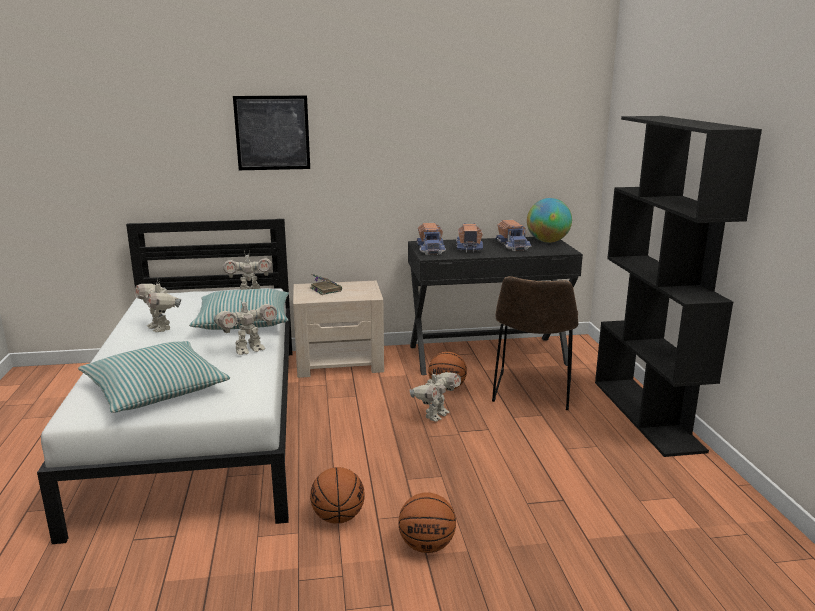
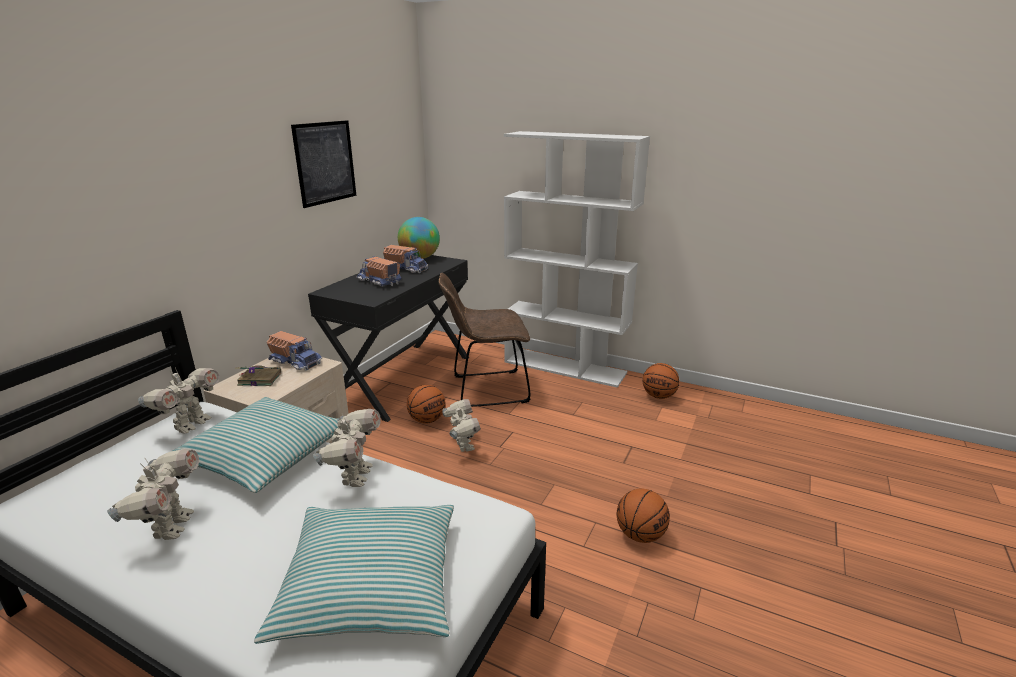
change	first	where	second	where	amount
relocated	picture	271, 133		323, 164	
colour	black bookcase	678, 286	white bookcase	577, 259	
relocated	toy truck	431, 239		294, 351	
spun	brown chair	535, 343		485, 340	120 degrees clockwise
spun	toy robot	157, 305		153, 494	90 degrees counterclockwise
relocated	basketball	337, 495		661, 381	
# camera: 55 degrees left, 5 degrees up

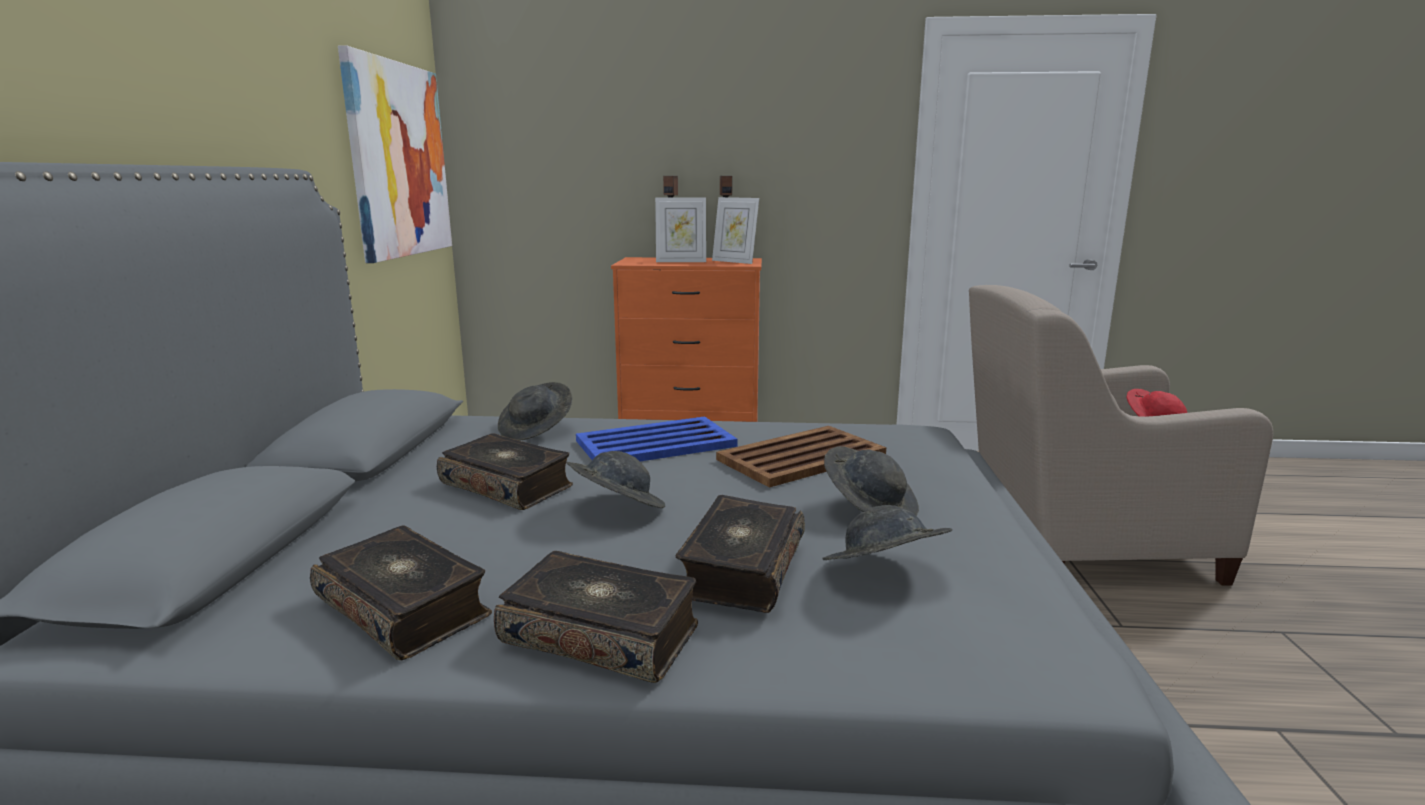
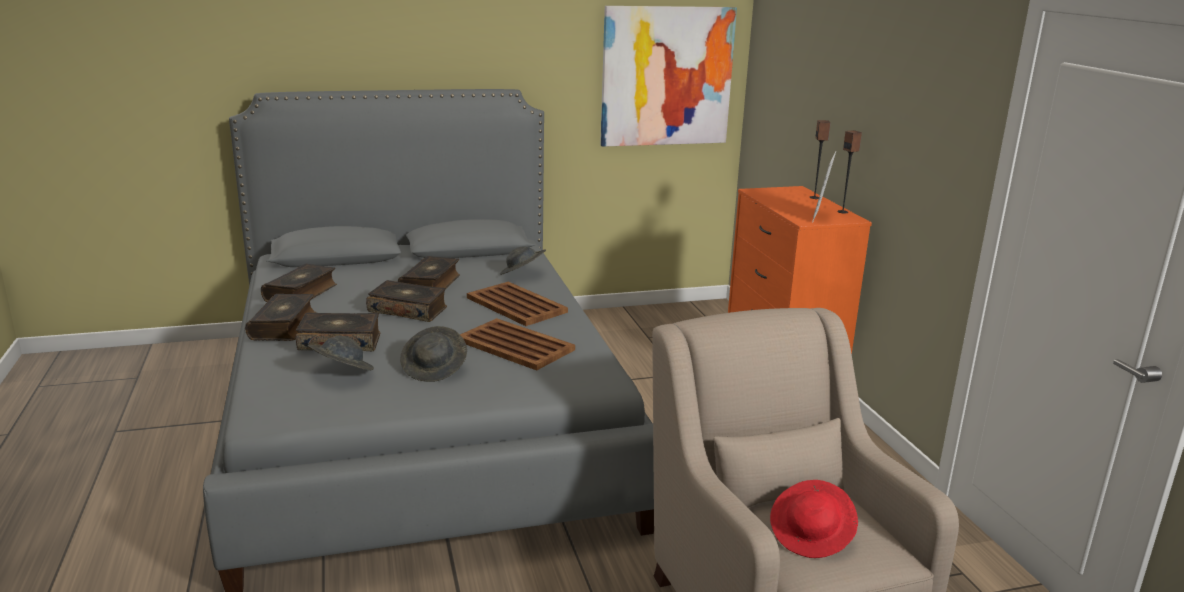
change	first	where	second	where	amount
missing	picture frame	680, 230			
colour	blue tray	657, 438	brown tray	517, 304	
exchanged	grey hat	616, 479	book	406, 301	
# camera: 70 degrees right, 5 degrees up

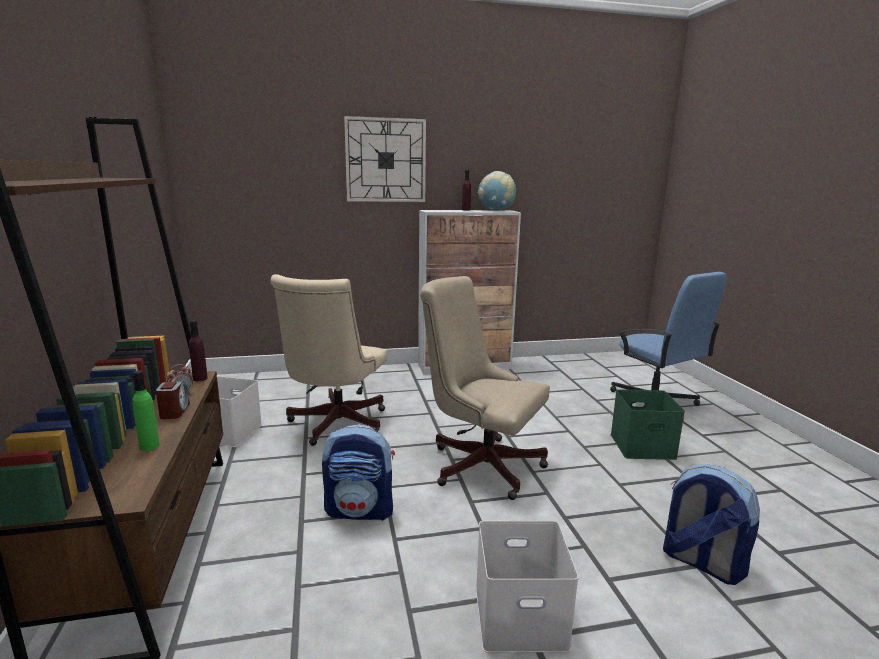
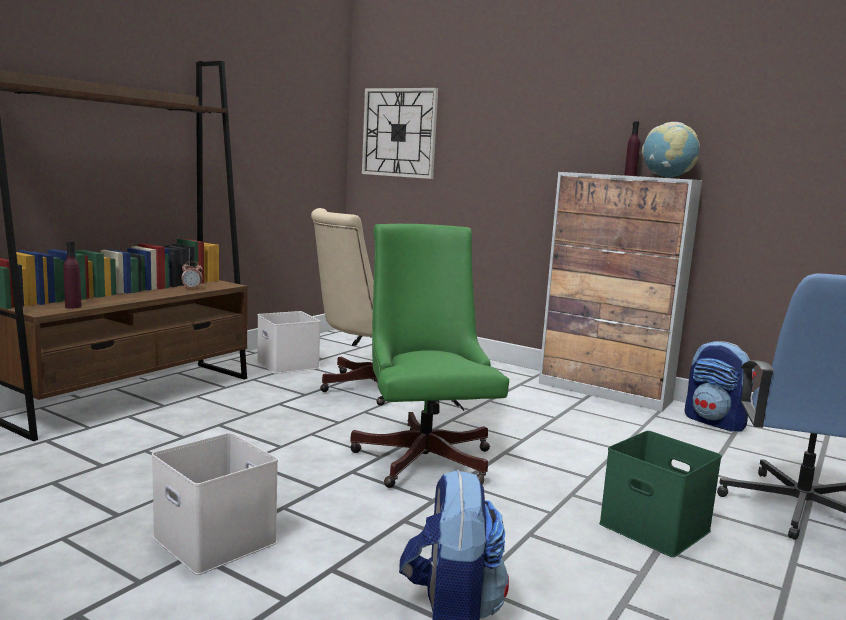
change	first	where	second	where	amount
relocated	wall clock	385, 159		400, 133	
colour	beige office chair	485, 388	green office chair	429, 356	
relocated	purple bottle	198, 350		72, 275	
missing	green bottle	146, 411			
missing	alarm clock	173, 400			
relocated	backpack	358, 472		720, 386	
# camera: 45 degrees right, 5 degrees down

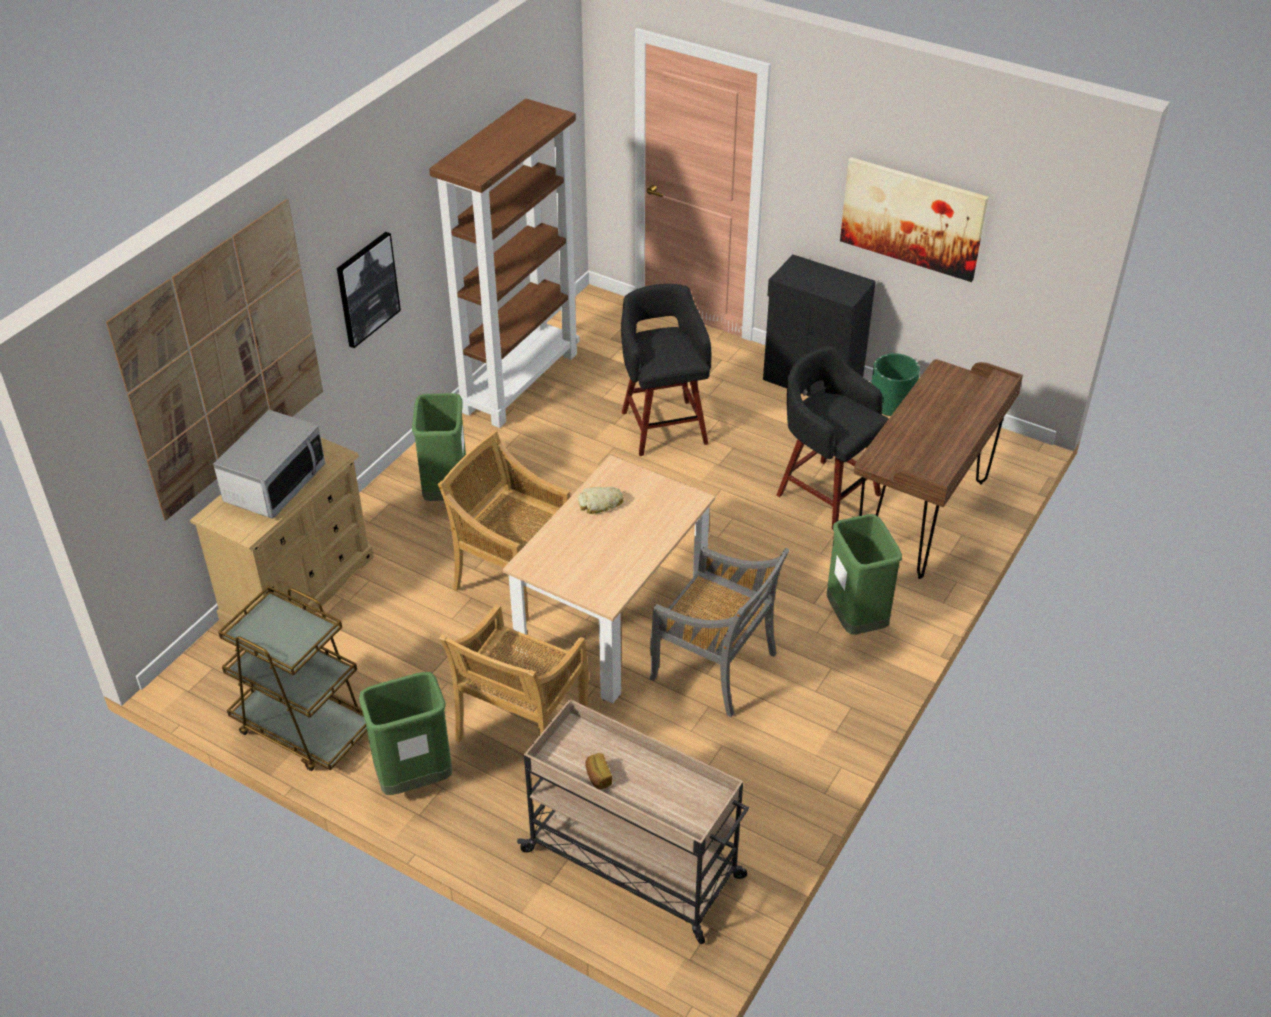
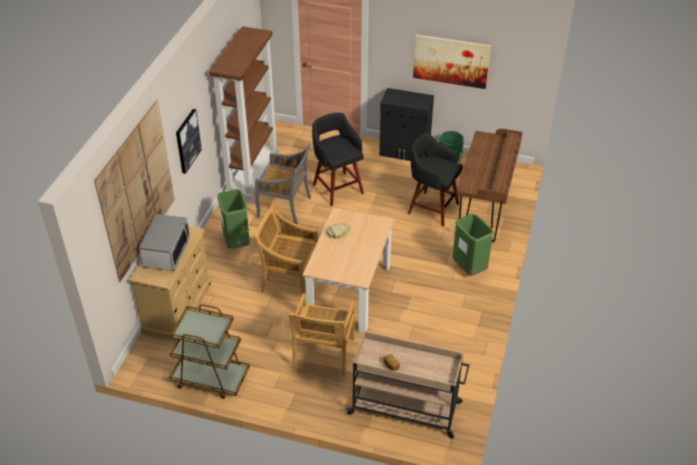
change	first	where	second	where	amount
relocated	grey chair	720, 632		283, 184	
missing	green trash can	405, 733			
# camera: 15 degrees left, 0 degrees up

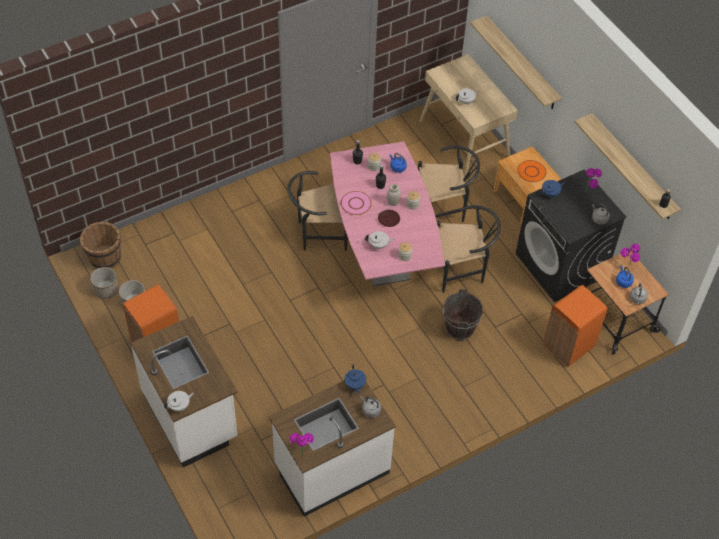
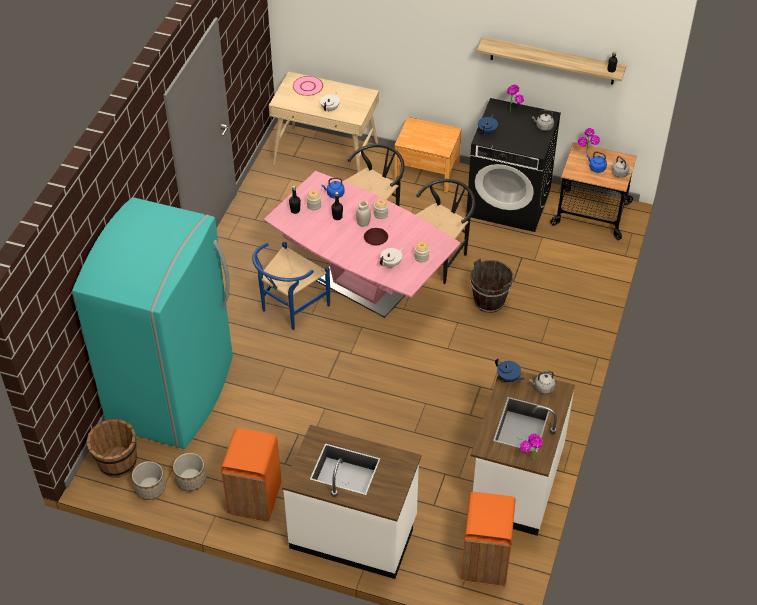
change	first	where	second	where	amount
missing	shelf	516, 62			
missing	orange plate	531, 171			
colour	black chair	317, 211	blue chair	291, 286	
relocated	pink plate	356, 203		308, 86	
relocated	orange trash can	575, 326		488, 539	
missing	white teapot	179, 401			
appeared			turquoise fridge	152, 323	
# camera: 40 degrees left, 5 degrees down

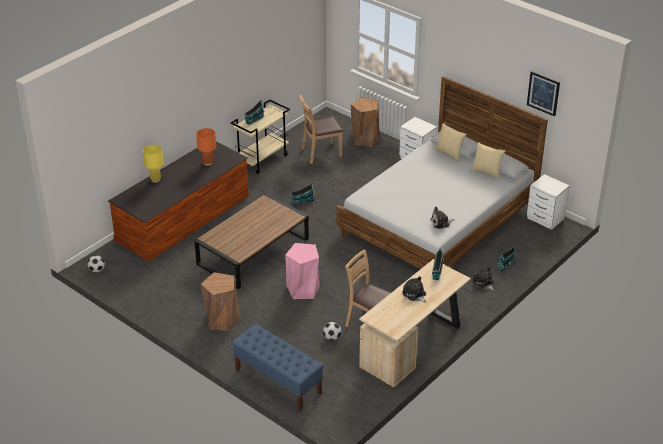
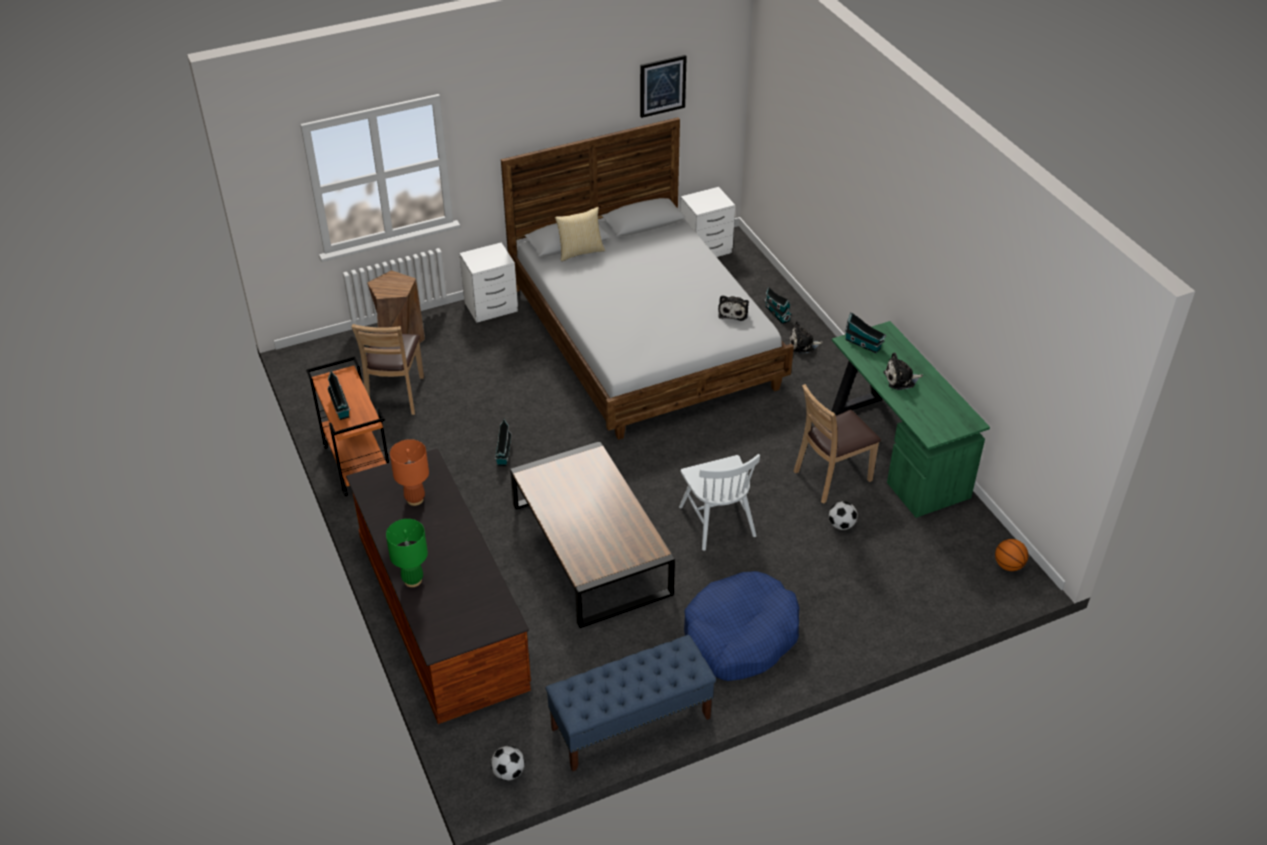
change	first	where	second	where	amount
colour	beige cart	260, 136	orange cart	347, 426	
missing	pillow	488, 160			
colour	yellow table lamp	153, 164	green table lamp	407, 553	
exchanged	pink stool	302, 271	white chair	719, 502	
colour	beige desk	415, 323	green desk	910, 419	
exchanged	brown stool	220, 301	blue dog bed	742, 626	
relocated	blue bench	278, 367		630, 703	
appeared			basketball	1011, 555	
# camera: 65 degrees left, 5 degrees up

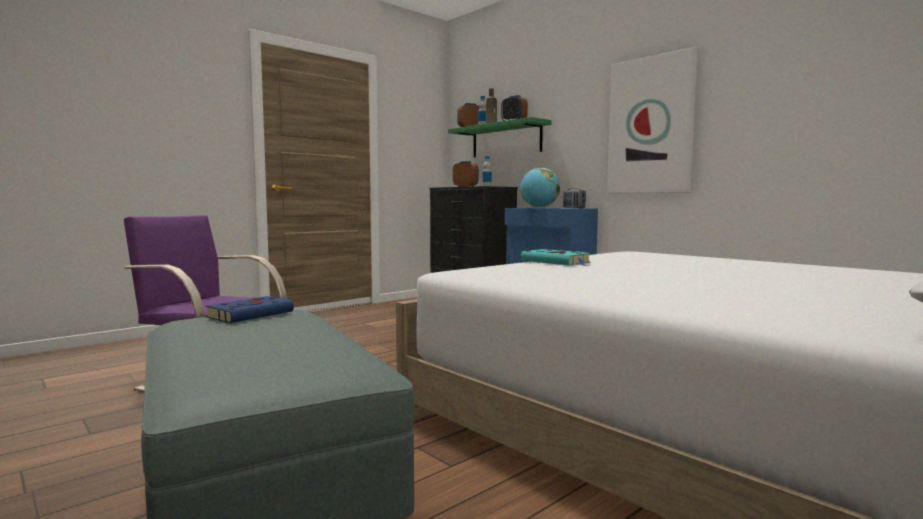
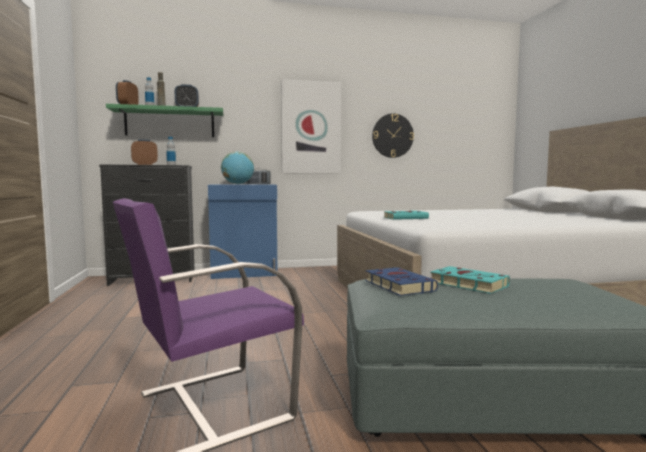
change	first	where	second	where	amount
appeared			wall clock	393, 135	
appeared			turquoise book	470, 280	
# camera: 60 degrees left, 0 degrees up

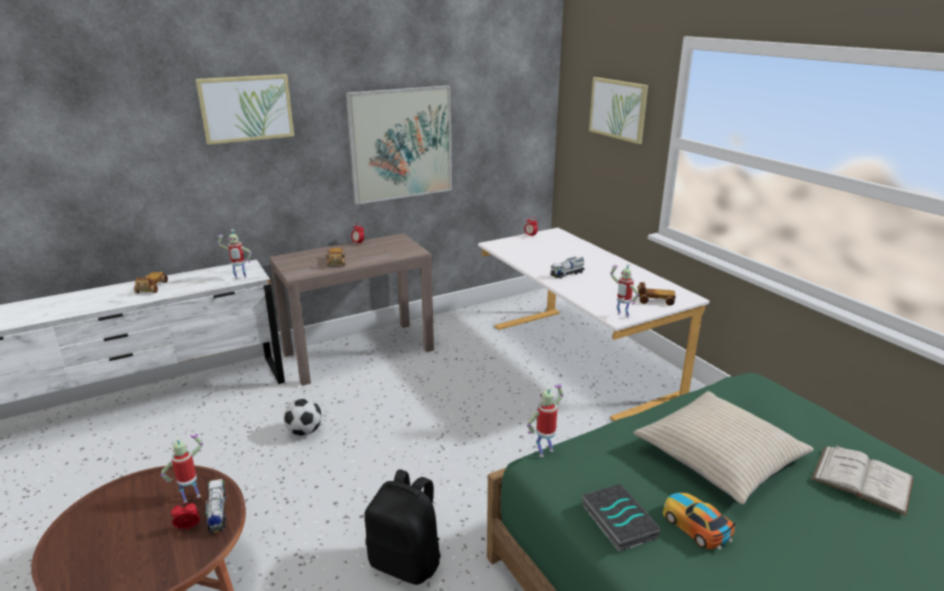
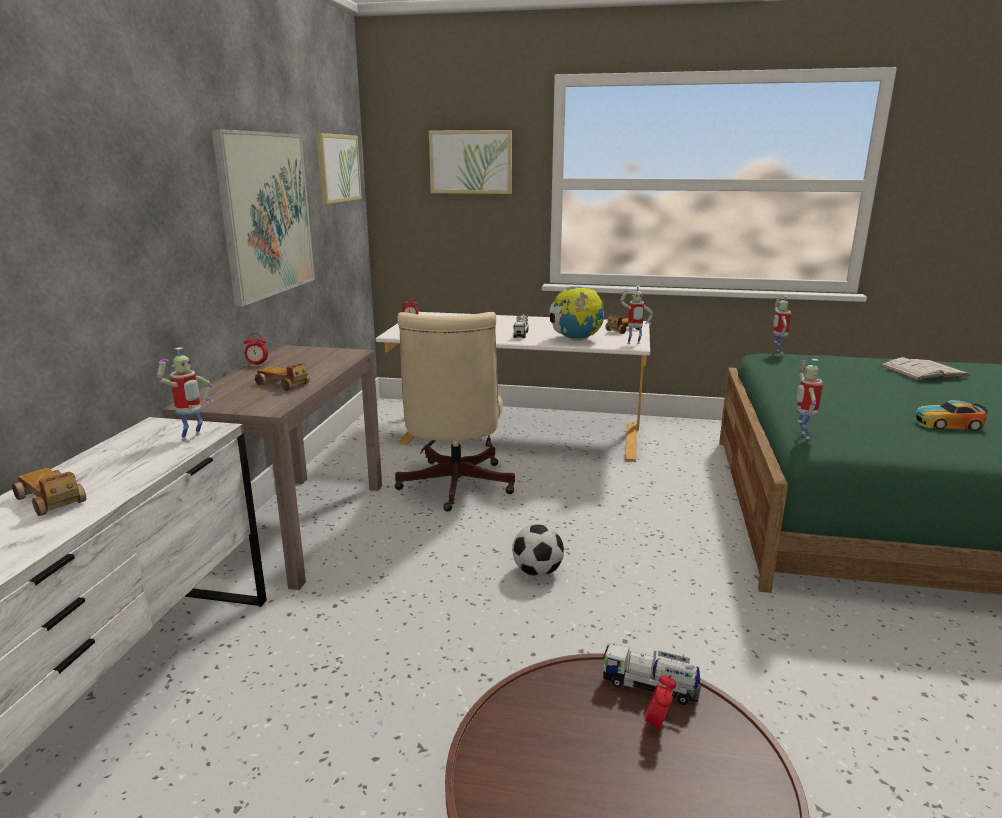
change	first	where	second	where	amount
relocated	picture	245, 109		339, 168	
missing	beige pillow	723, 447			
relocated	football	303, 417		538, 550	
relocated	toy robot	182, 468		782, 325	
missing	black backpack	403, 527			
missing	book	621, 518			
appeared			globe	576, 313	
appeared			beige office chair	455, 412	
# camera: 50 degrees left, 5 degrees down

